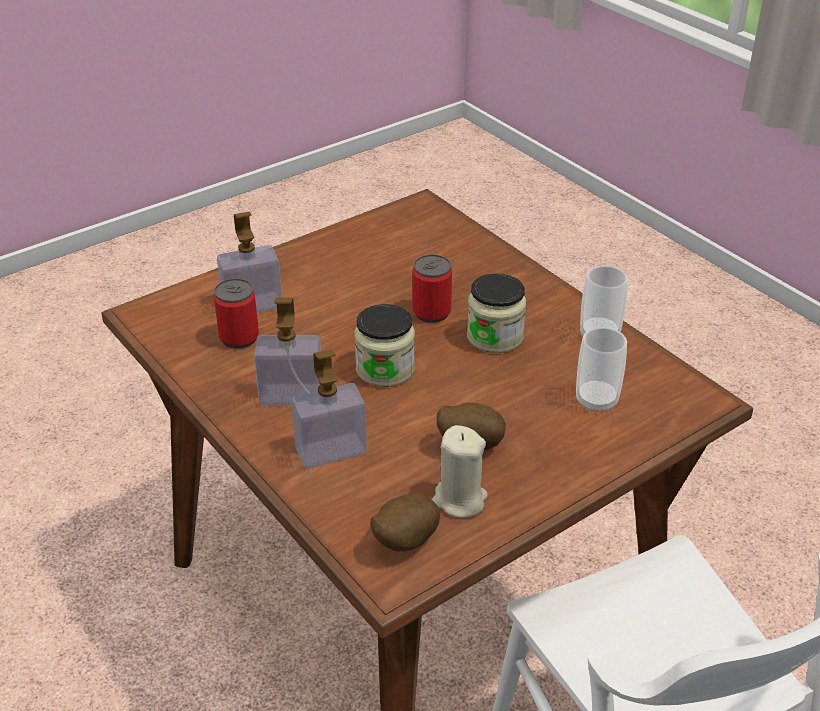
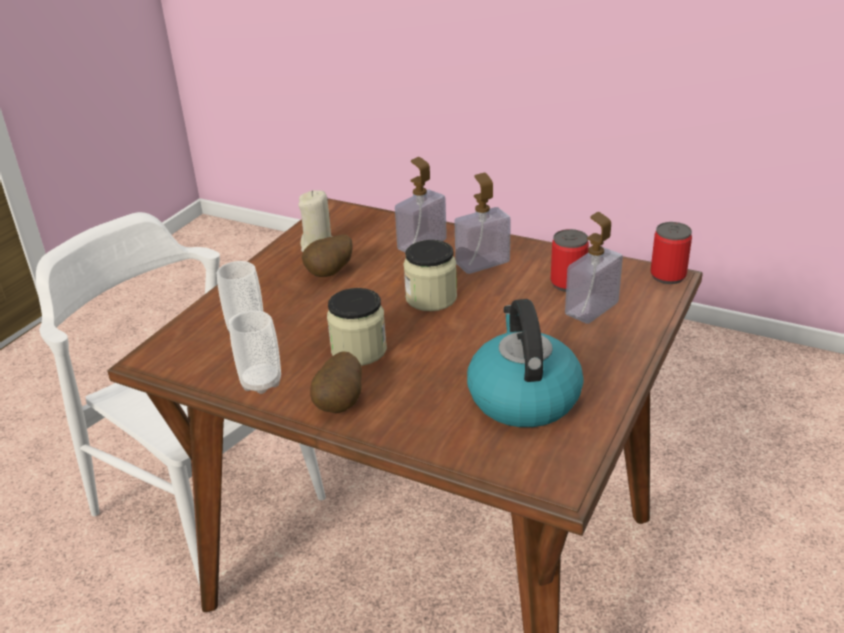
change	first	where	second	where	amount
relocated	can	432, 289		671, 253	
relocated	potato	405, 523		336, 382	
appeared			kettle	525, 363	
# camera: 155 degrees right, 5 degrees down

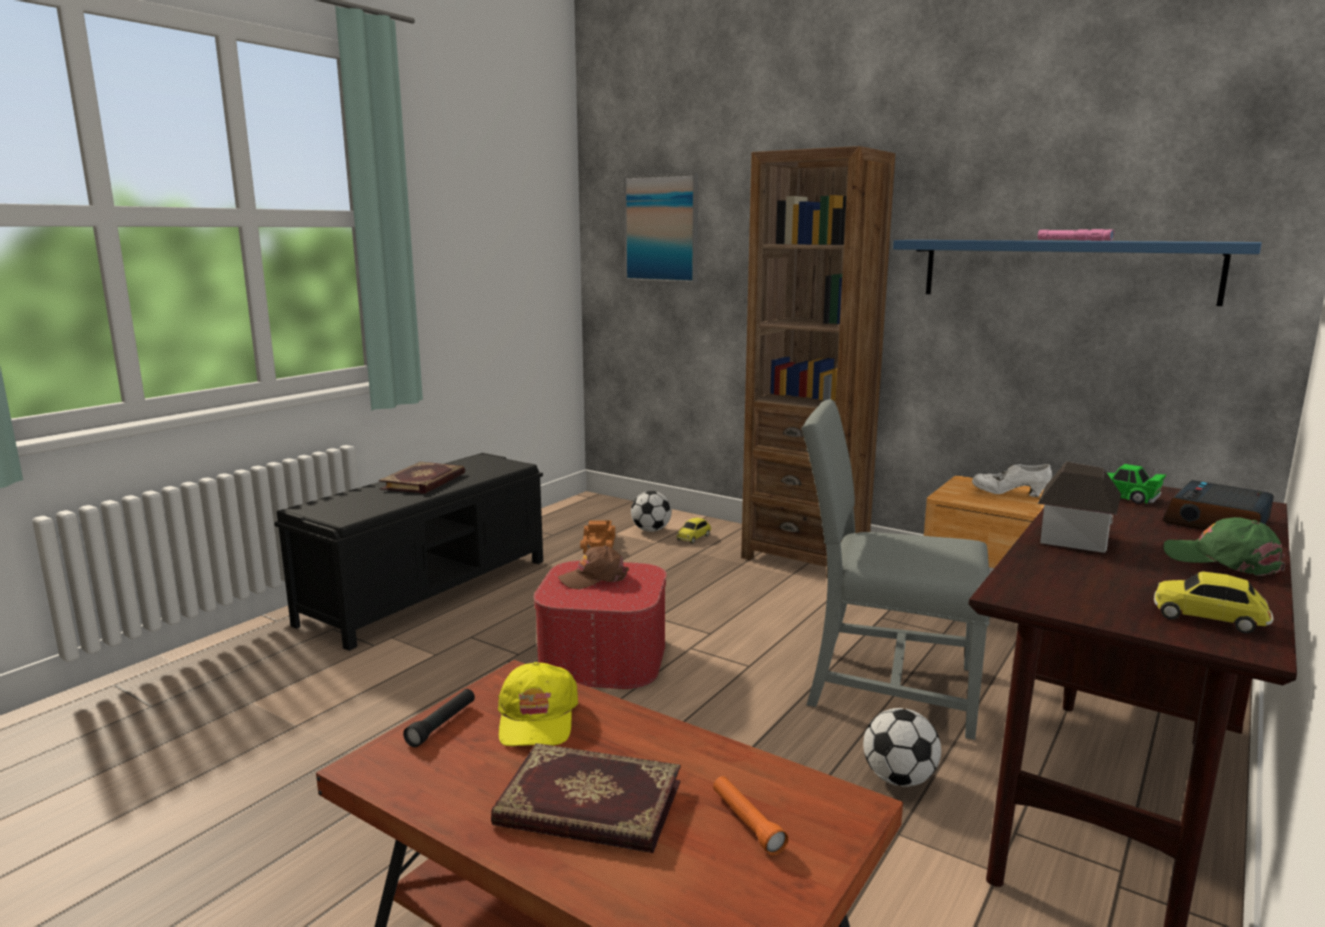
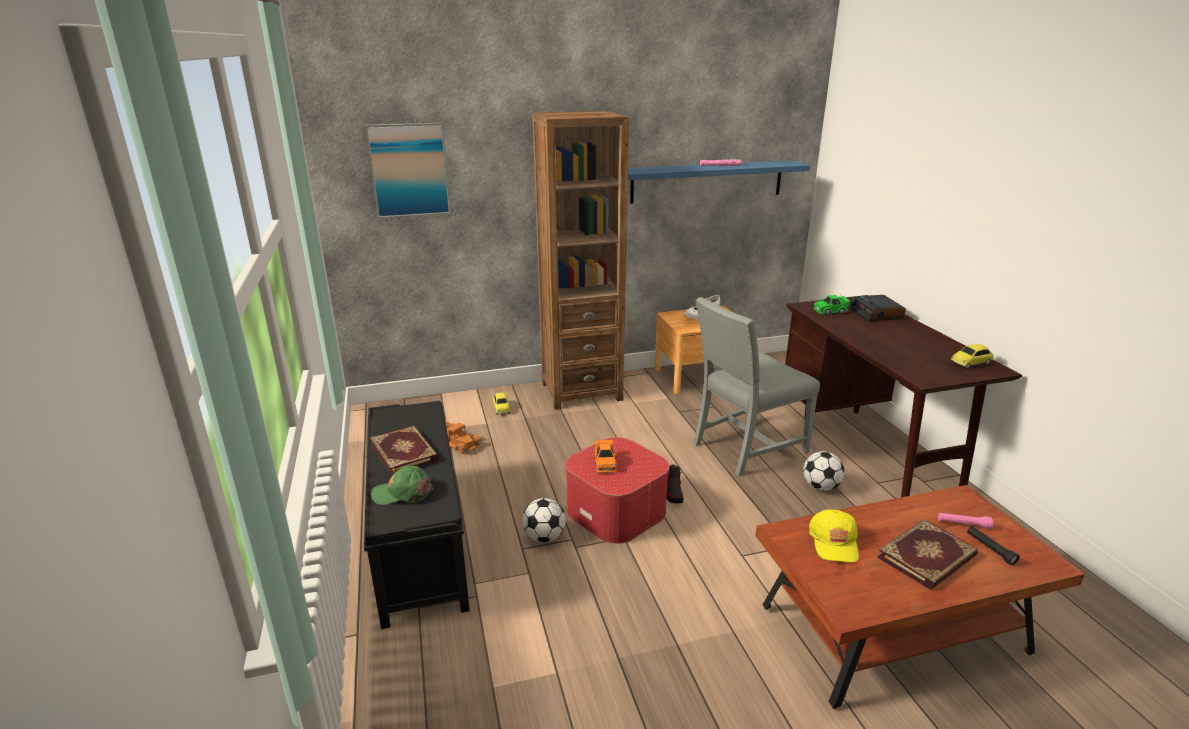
change	first	where	second	where	amount
missing	toy house	1079, 507			
relocated	football	651, 511		544, 520	
relocated	green cap	1224, 546		402, 485	
exchanged	brown cap	593, 567	orange toy car	605, 456	
spun	yellow cap	538, 704		834, 536	60 degrees clockwise
relocated	black flashlight	439, 718		993, 545	
colour	orange flashlight	751, 816	pink flashlight	965, 521	
appeared			shoe	675, 483	
# camera: 50 degrees left, 10 degrees up

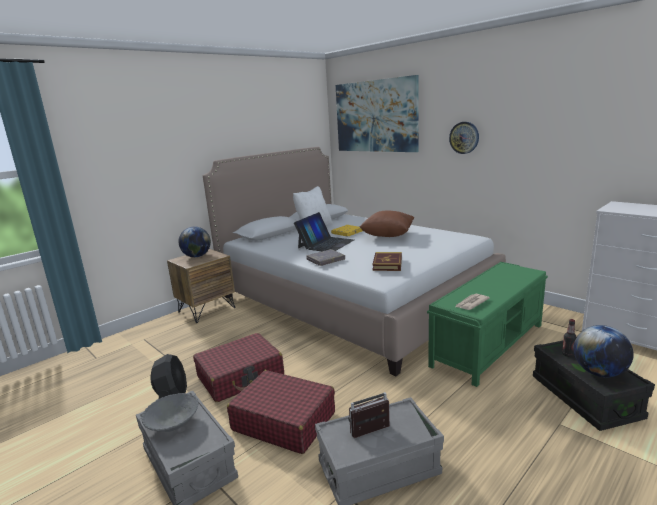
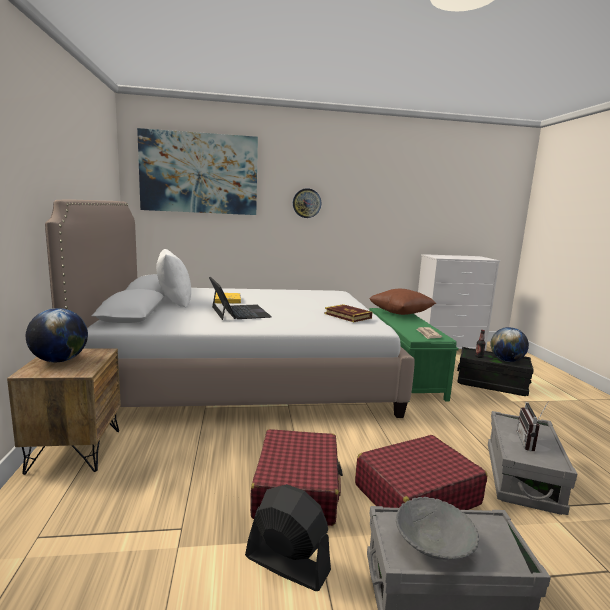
change	first	where	second	where	amount
relocated	brown pillow	387, 224		403, 302	
missing	grey book	325, 257			
# camera: 55 degrees left, 5 degrees down

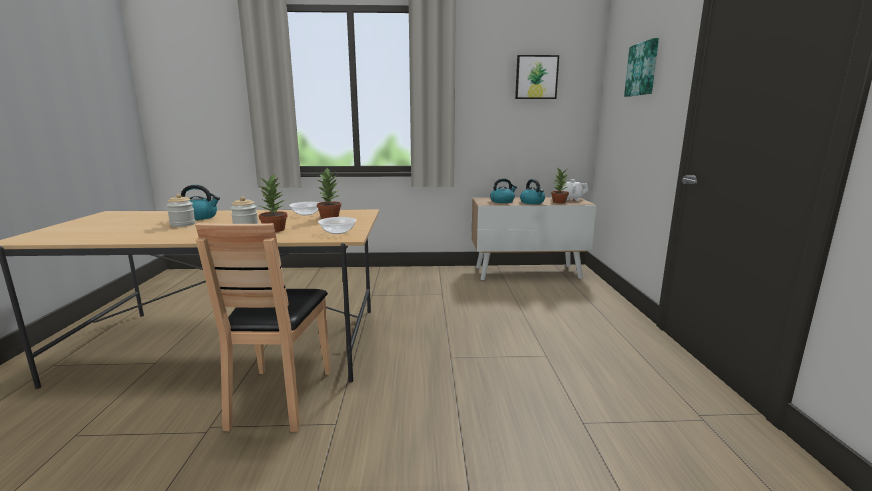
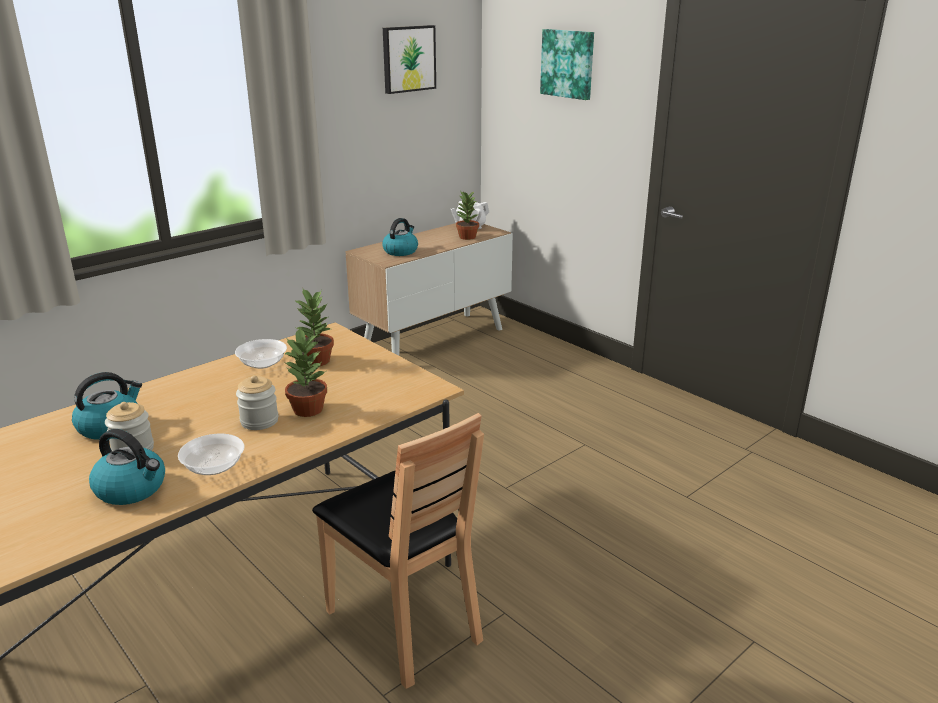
change	first	where	second	where	amount
relocated	kettle	532, 191		127, 467	
relocated	bowl	337, 225		211, 454	
# camera: 40 degrees left, 10 degrees up

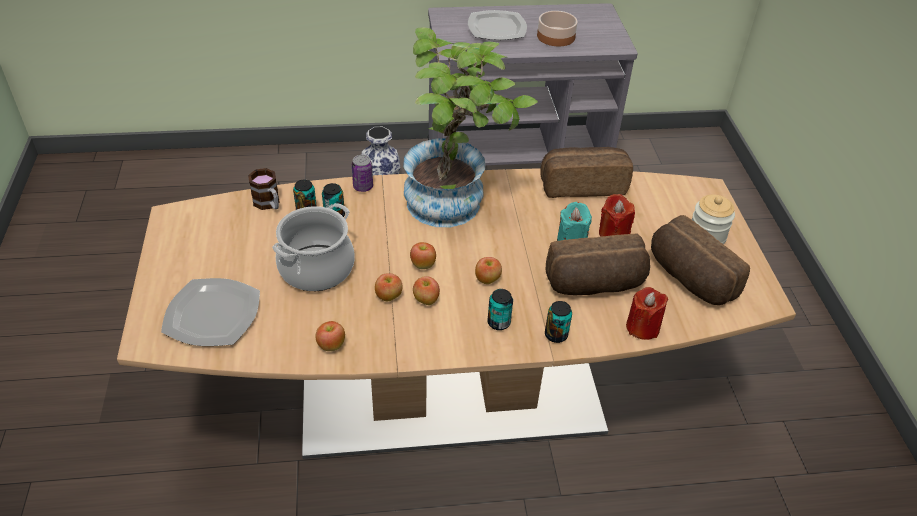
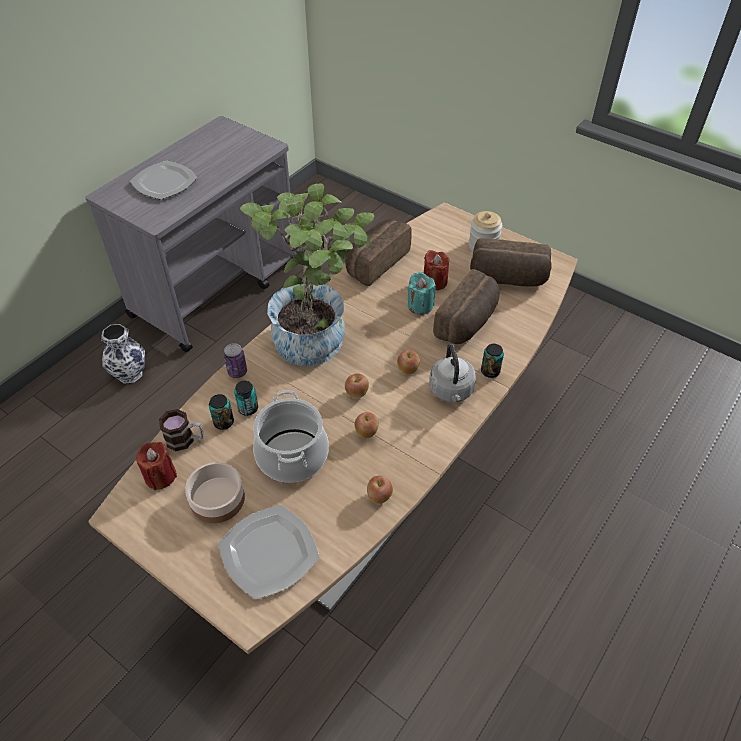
change	first	where	second	where	amount
relocated	bowl	557, 28		215, 492	
missing	apple	426, 290			
relocated	red candle	647, 313		156, 466	
exchanged	can	500, 309	grey kettle	452, 373	
# camera: 45 degrees left, 5 degrees up

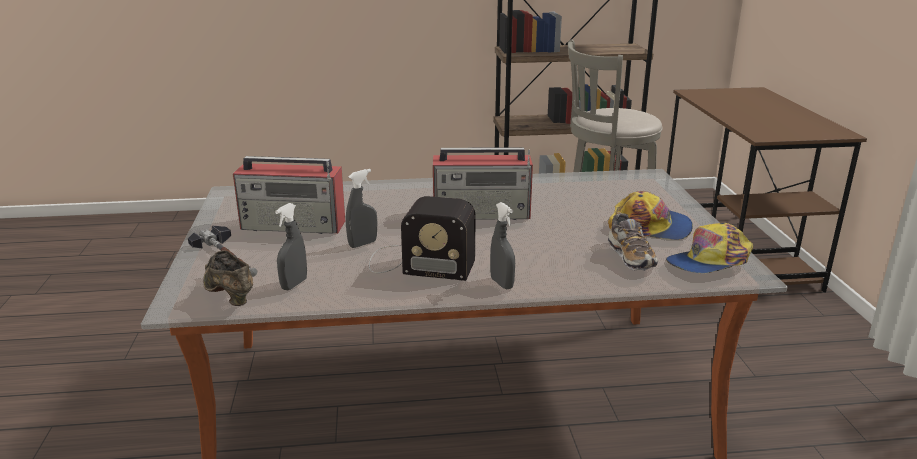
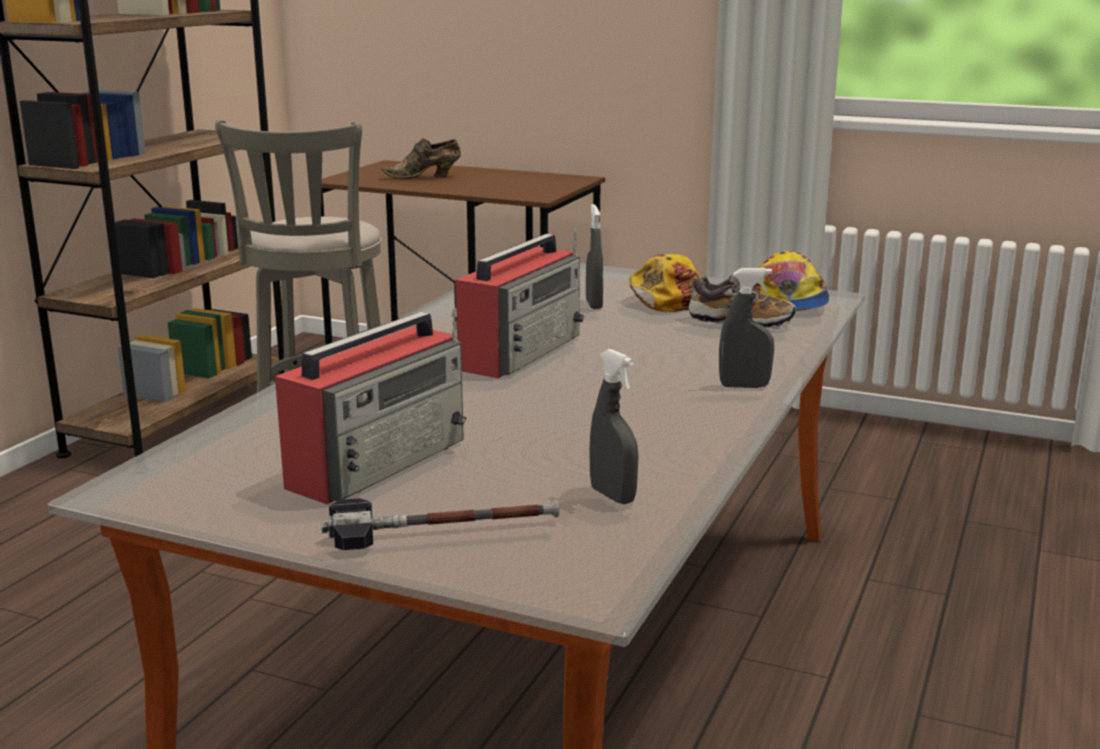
change	first	where	second	where	amount
relocated	grey spray bottle	361, 208		594, 256	
missing	radio	422, 238			
relocated	brown shoe	228, 278		421, 158	
# camera: 60 degrees left, 5 degrees down

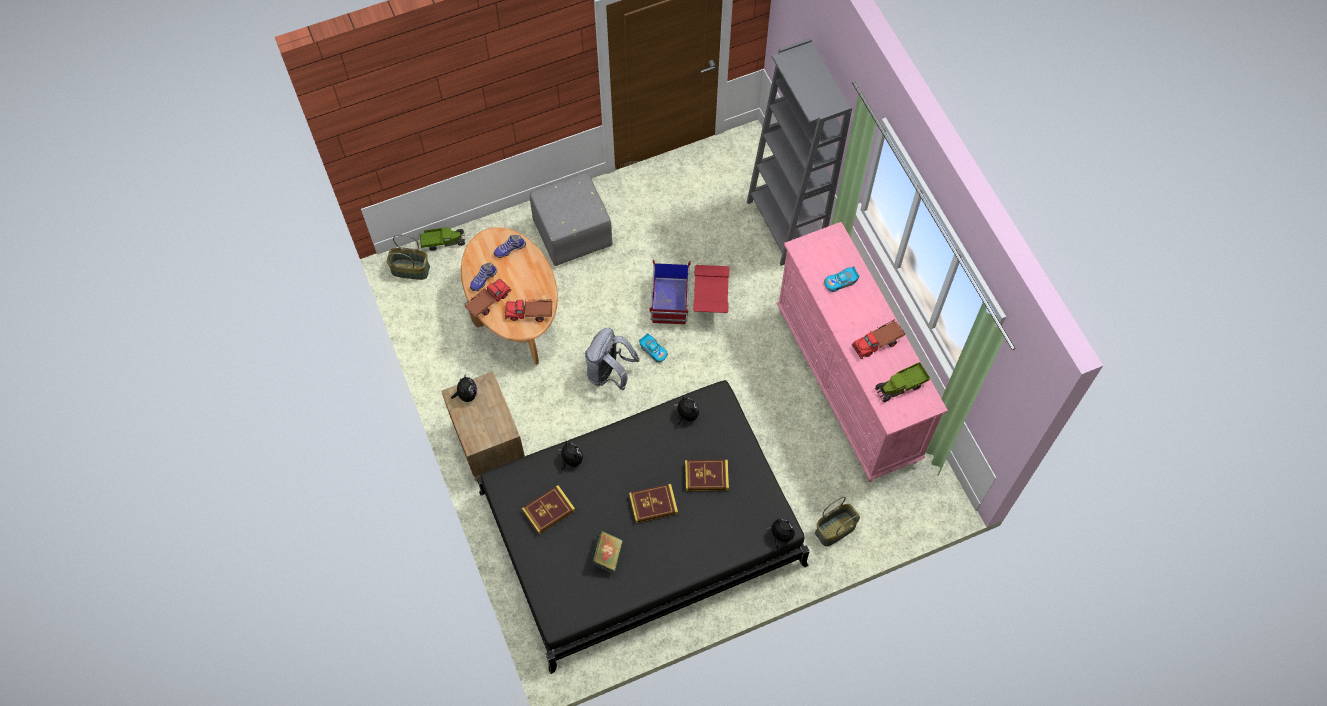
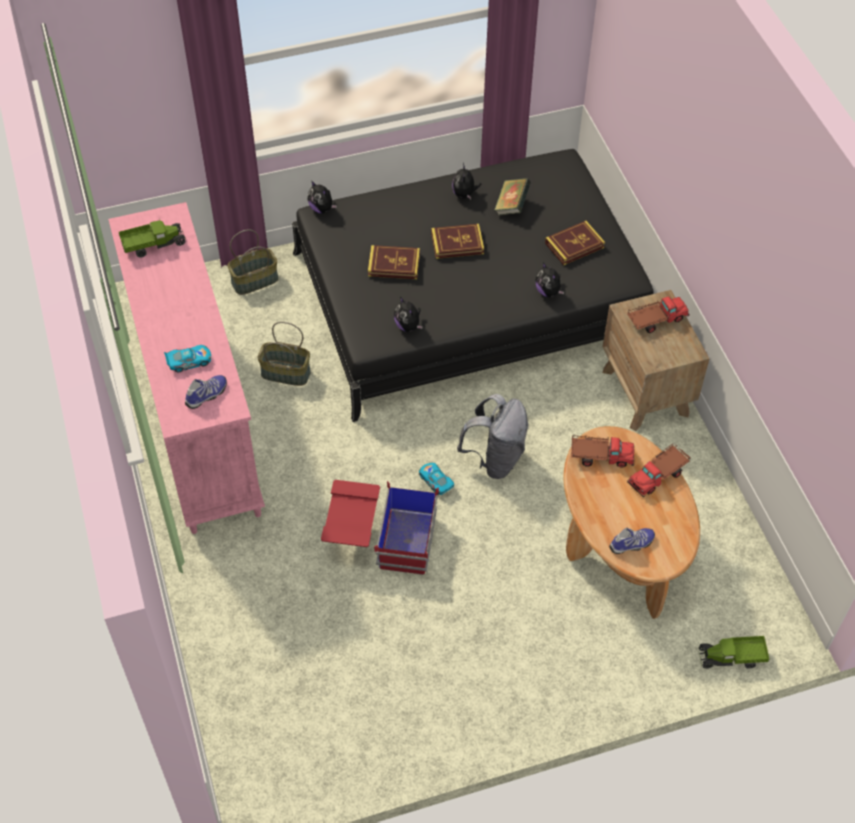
change	first	where	second	where	amount
missing	grey bookcase	799, 152			
missing	grey ottoman	571, 219			
relocated	basket	408, 257		284, 354	
relocated	shoe	483, 277		206, 392	
relocated	toy truck	878, 339		658, 315	
relocated	plush toy	464, 388		467, 181	
# camera: 175 degrees left, 10 degrees down

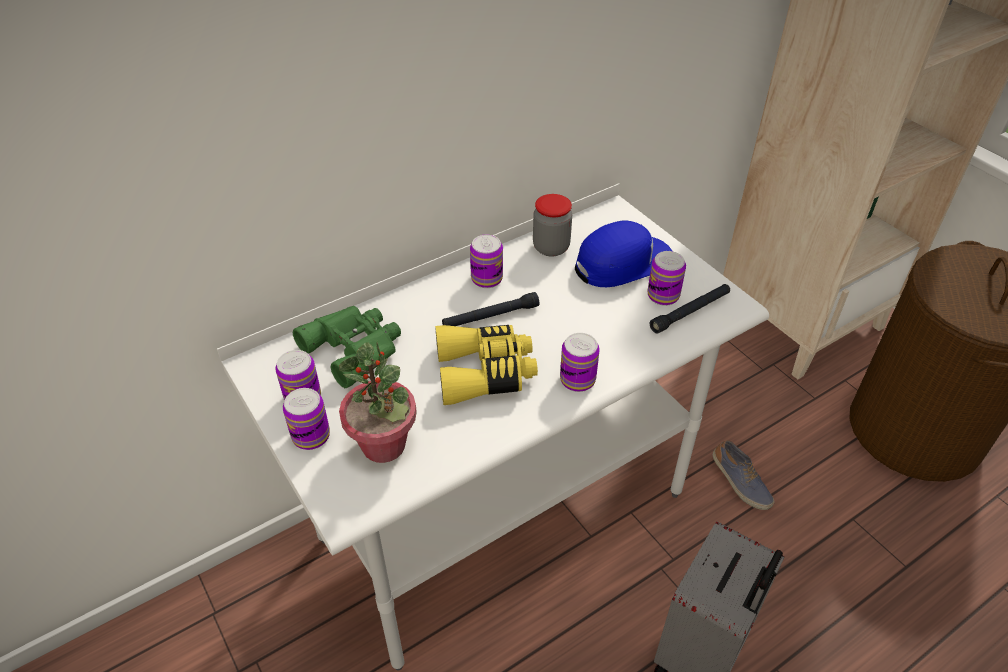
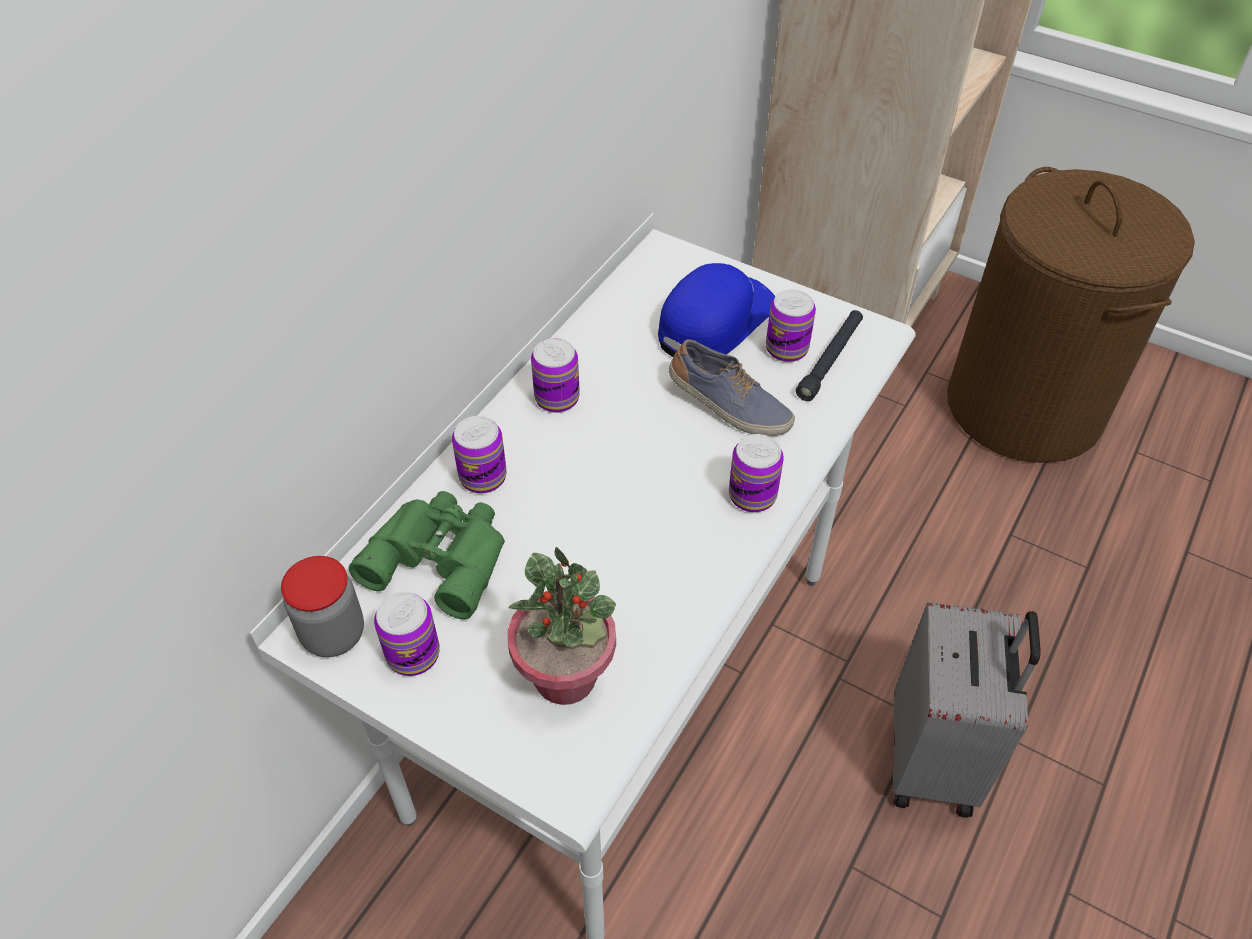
change	first	where	second	where	amount
relocated	jar	552, 225		322, 606	
missing	black flashlight	490, 309			
missing	yellow binoculars	486, 365			
relocated	can	306, 419		479, 455	
relocated	shoe	743, 475		732, 387	
# camera: 25 degrees left, 5 degrees up

